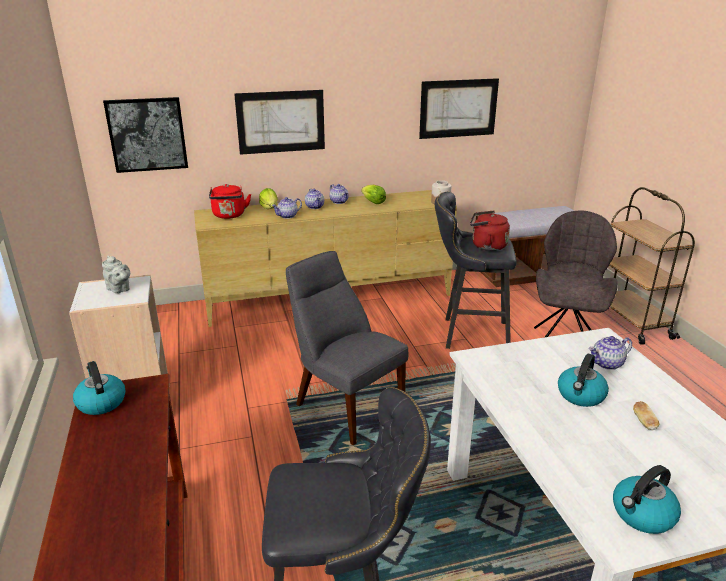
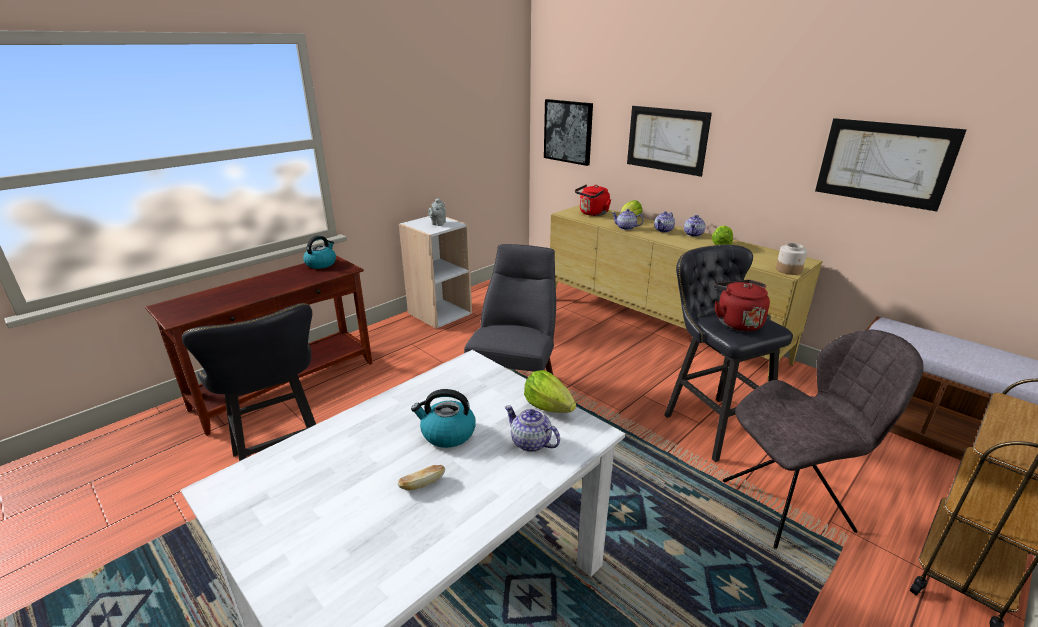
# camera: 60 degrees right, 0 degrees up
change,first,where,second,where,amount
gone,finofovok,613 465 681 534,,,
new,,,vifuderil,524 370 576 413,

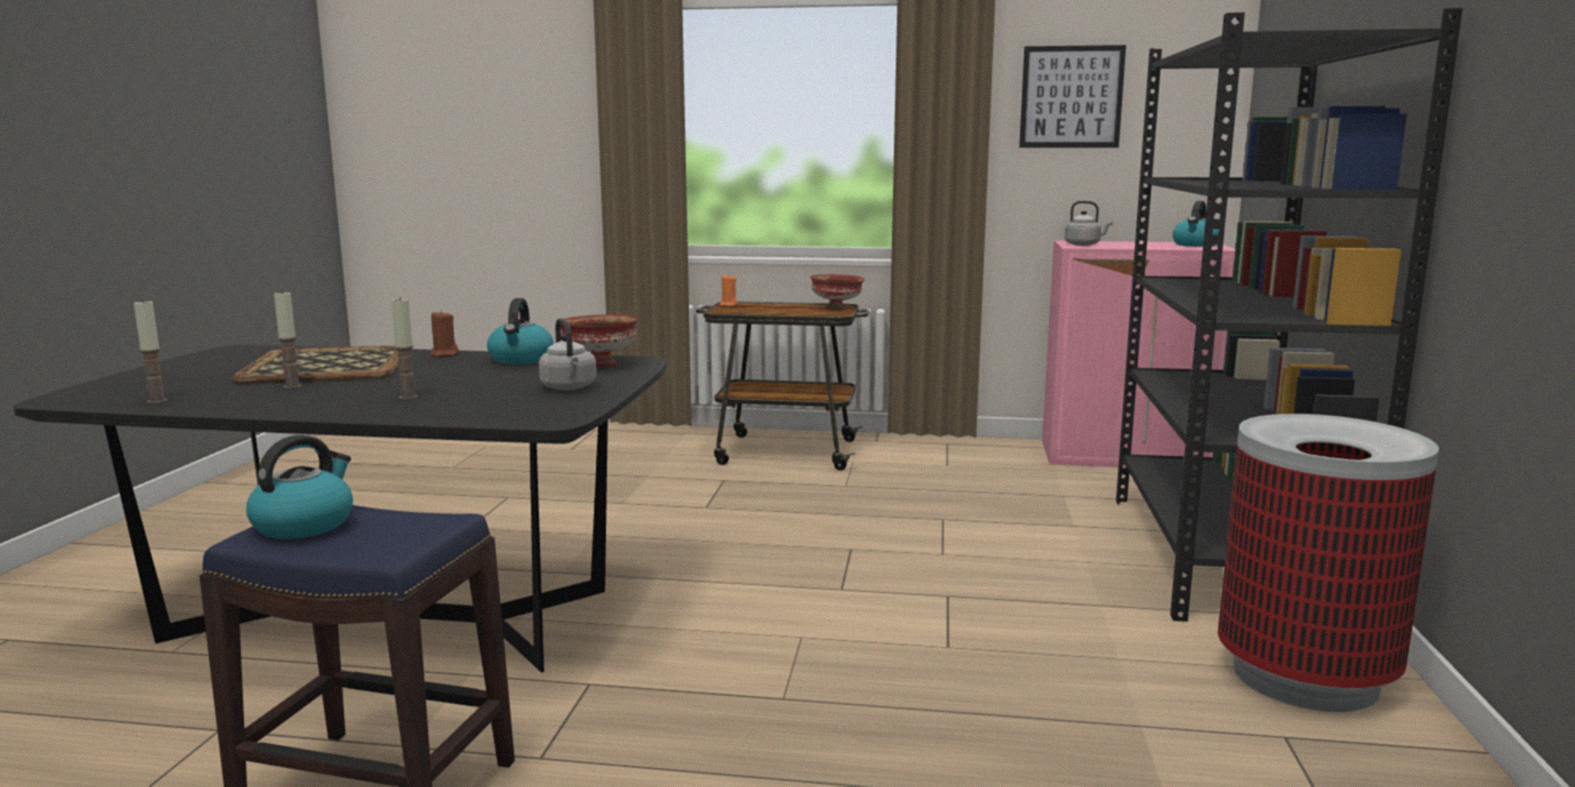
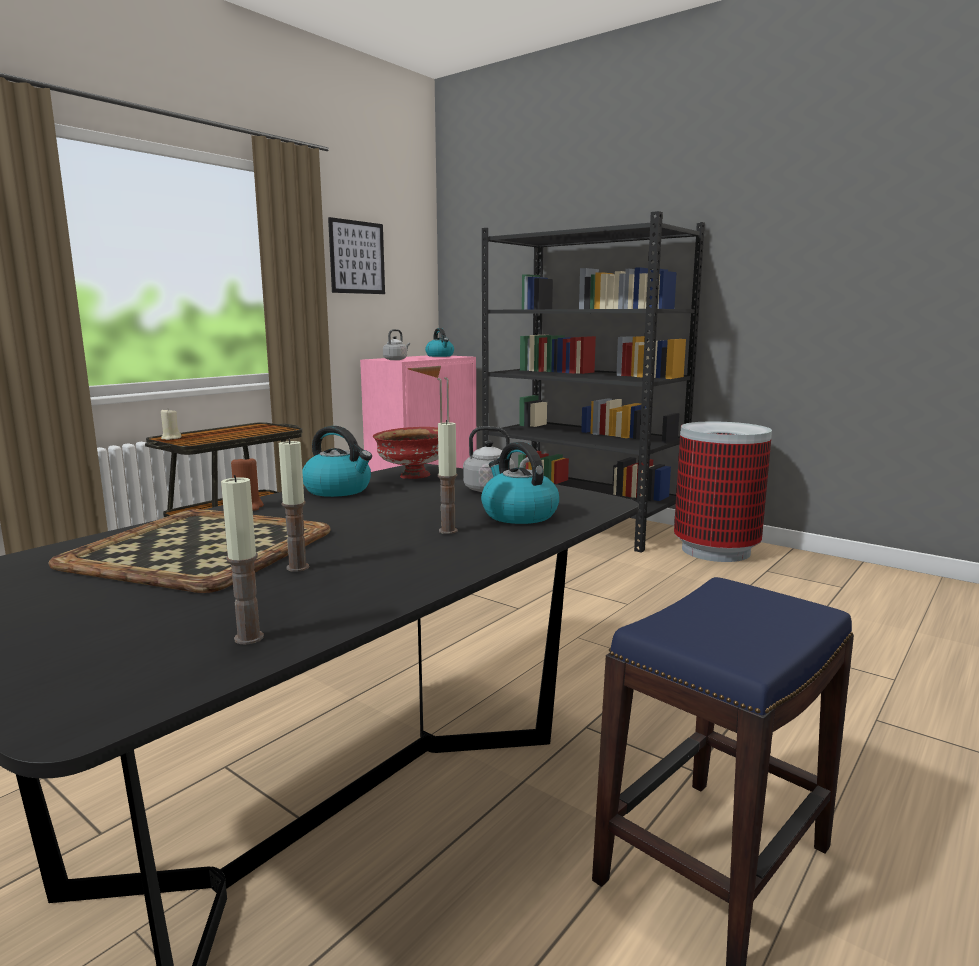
# camera: 60 degrees left, 0 degrees up
change,first,where,second,where,amount
gone,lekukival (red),810 274 865 310,,,
shifted,finofovok,246 435 353 539,,481 442 559 524,
repainted,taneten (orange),720 274 738 306,taneten (beige),161 409 181 440,

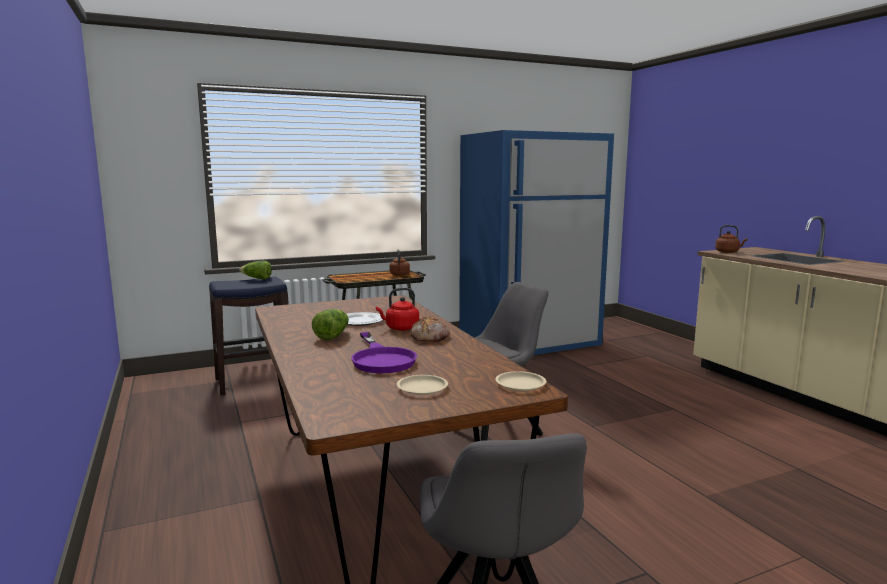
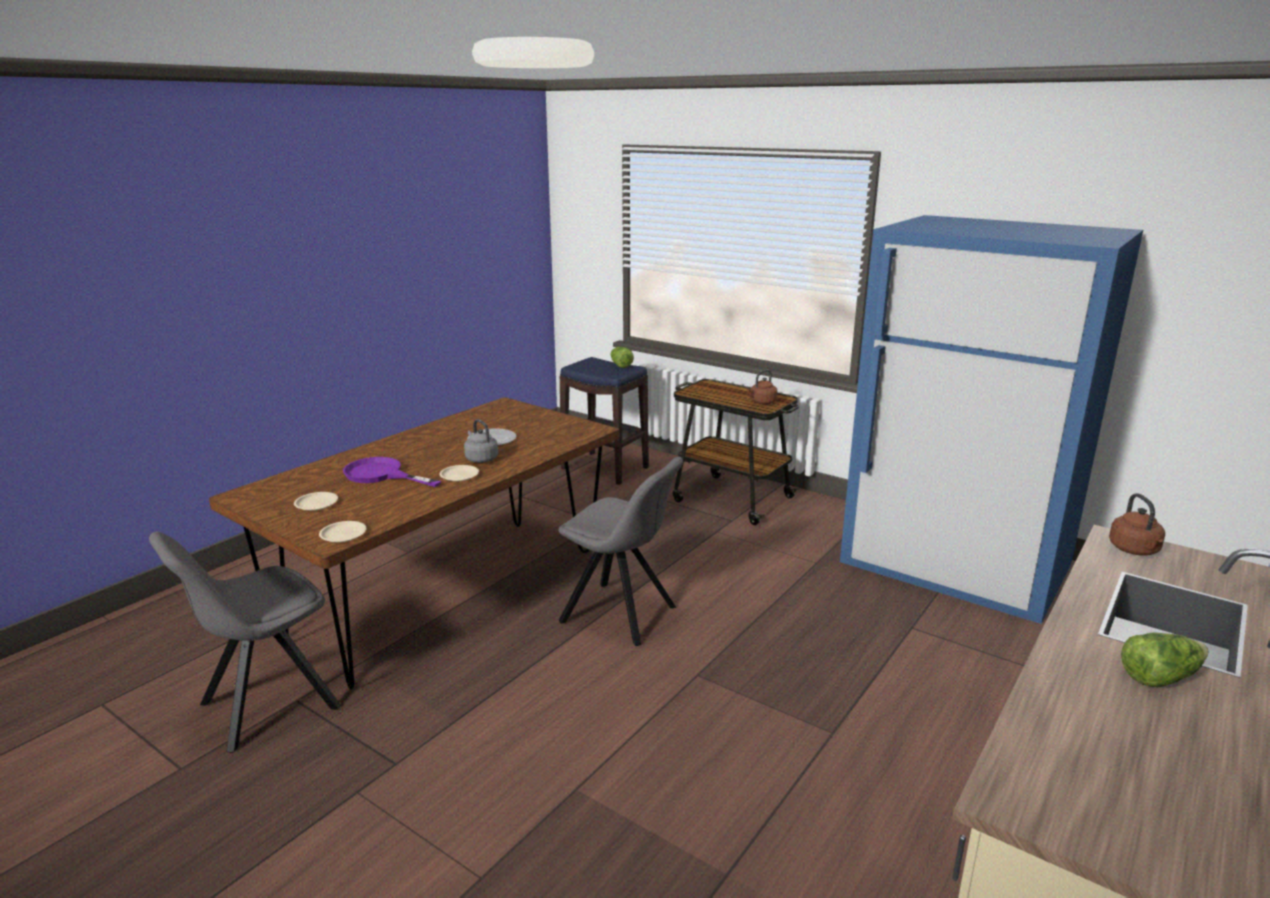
# camera: 60 degrees right, 10 degrees up
change,first,where,second,where,amount
shifted,vifuderil,312 309 349 340,,1121 632 1208 687,
swapped,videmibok,411 316 450 342,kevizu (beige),439 465 479 481,
repainted,finofovok (red),376 288 419 331,finofovok (grey),464 419 498 463,
rotated,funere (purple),351 332 417 373,,343 457 441 487,75 degrees clockwise

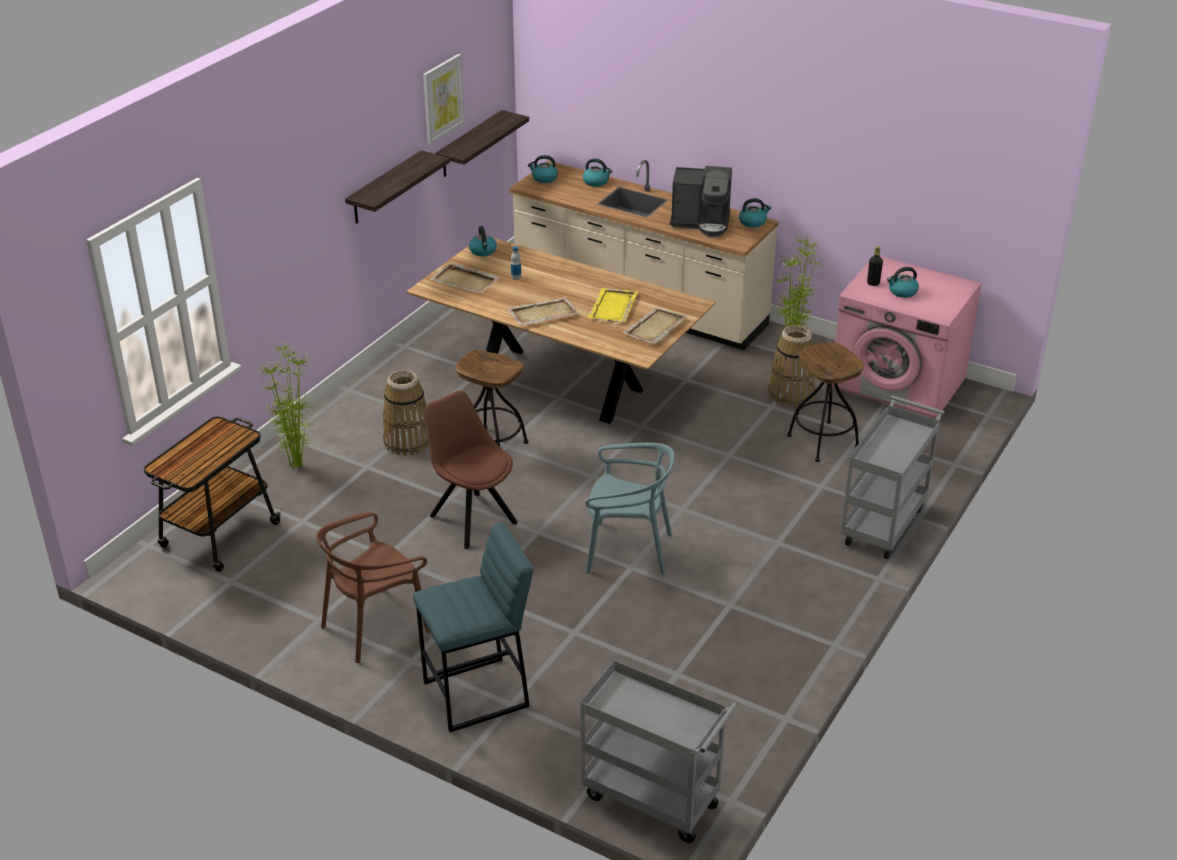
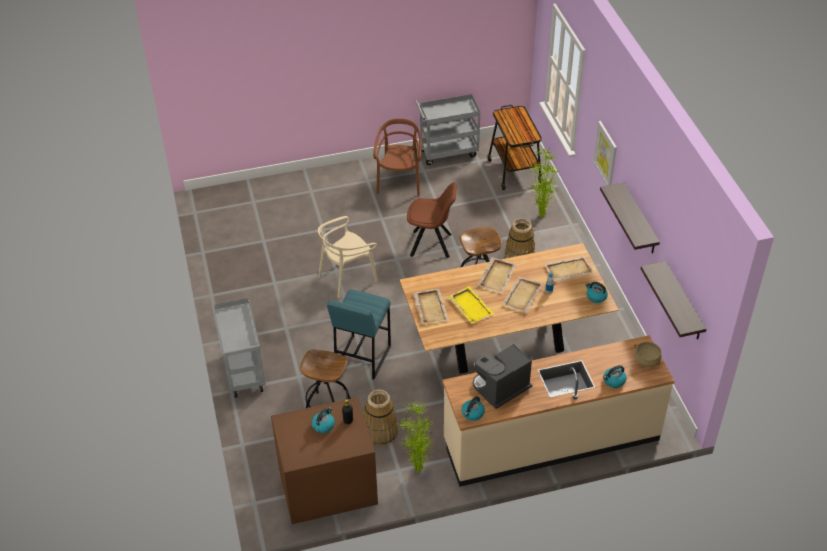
# camera: 135 degrees right, 10 degrees up
change,first,where,second,where,amount
new,,,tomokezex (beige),502 277 543 313,
shifted,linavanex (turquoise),413 523 533 732,,327 290 391 379,
shifted,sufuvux,423 54 465 145,,593 121 617 185,
shifted,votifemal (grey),580 661 738 843,,415 94 480 165,
swapped,finofovok,528 155 558 183,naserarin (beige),634 342 662 367,
repainted,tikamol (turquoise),585 443 675 575,tikamol (beige),318 216 378 298,
repainted,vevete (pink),832 256 982 419,vevete (brown),271 397 378 524,

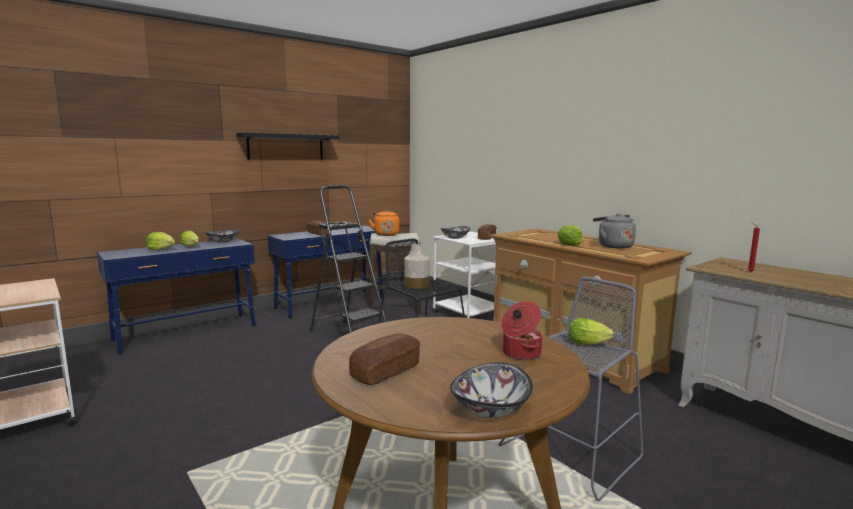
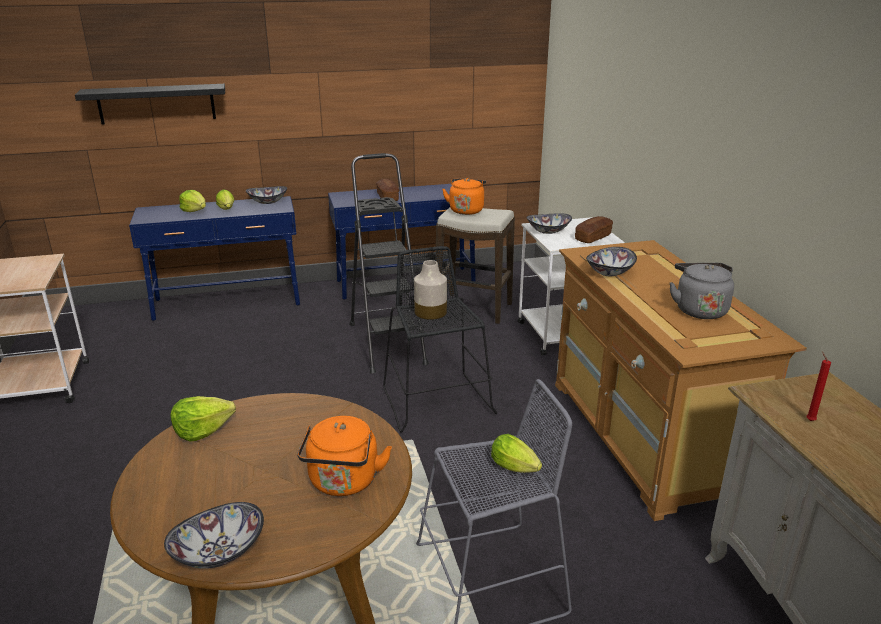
# camera: 25 degrees right, 15 degrees up
change,first,where,second,where,amount
gone,videmibok,349 334 420 385,,,
new,,,lekukival,586 247 637 276,
shifted,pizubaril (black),236 132 340 160,,75 84 225 125,
shifted,vifuderil,557 225 582 246,,170 396 236 442,
swapped,naserarin,501 301 542 360,finofovok (orange),297 416 392 496,

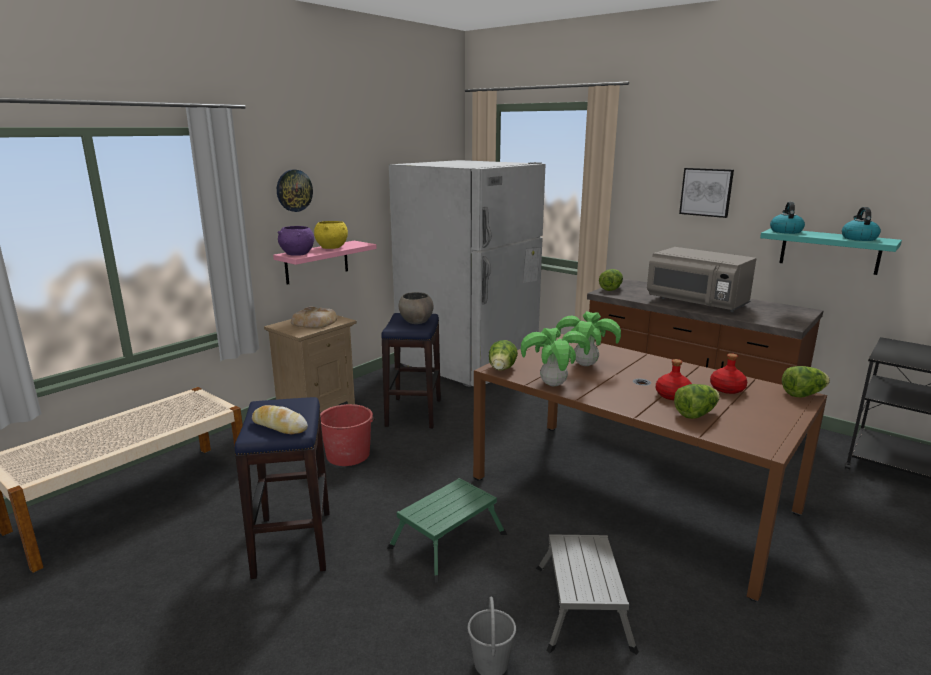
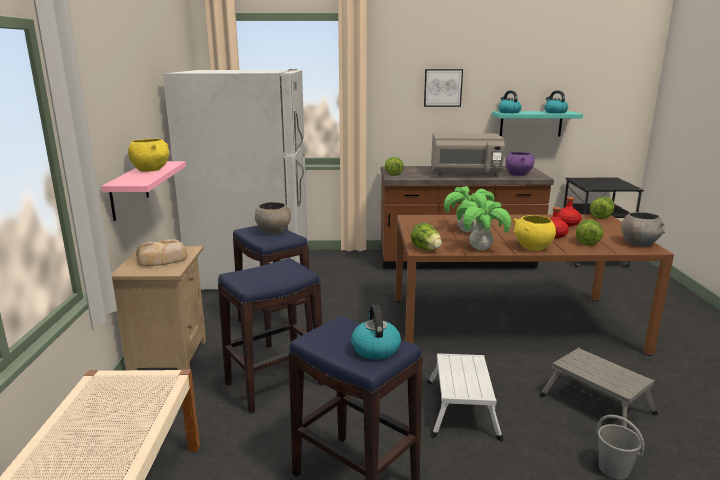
# camera: 40 degrees left, 0 degrees up
change,first,where,second,where,amount
gone,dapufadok,277 170 313 212,,,
new,,,lekukival (yellow),513 215 556 251,
new,,,lekukival (grey),621 212 665 247,
shifted,lekukival (purple),278 226 314 256,,505 152 534 176,
swapped,videmibok,252 405 308 434,finofovok,351 304 401 359,
swapped,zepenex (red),320 404 375 466,linavanex,218 258 323 413,
repainted,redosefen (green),387 478 507 583,redosefen (white),427 353 504 442,

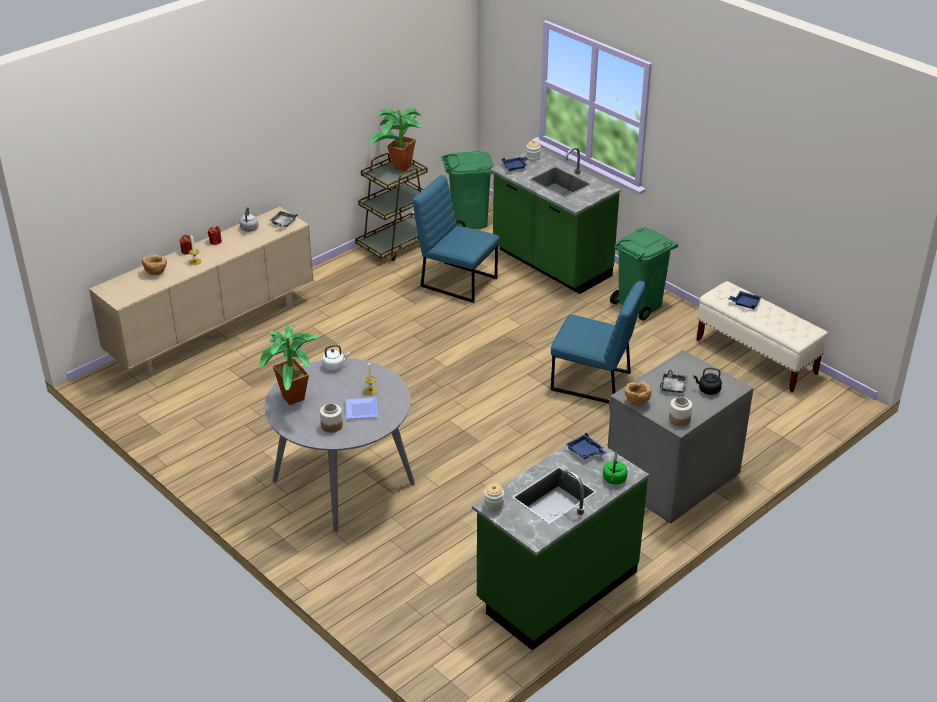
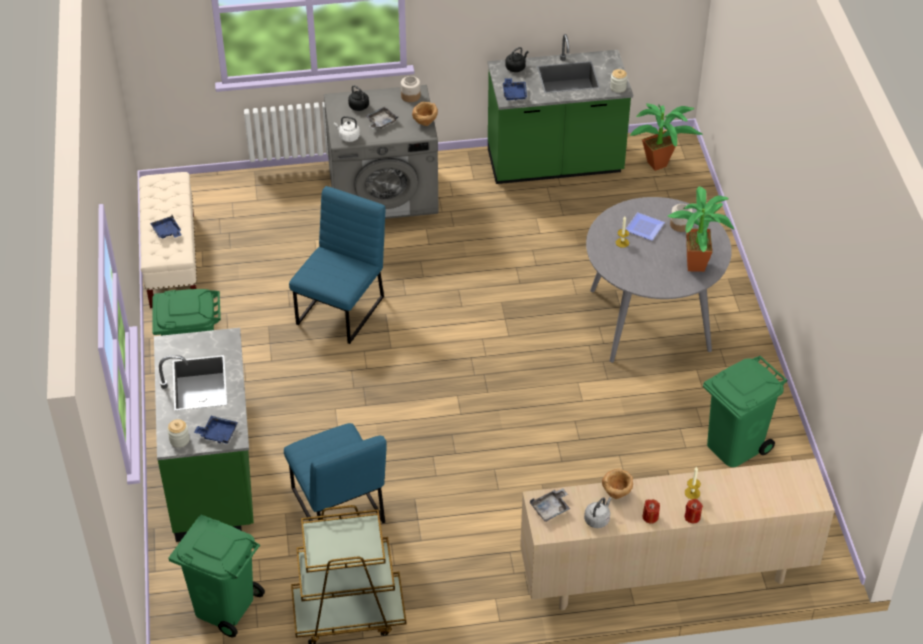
# camera: 145 degrees left, 10 degrees up
change,first,where,second,where,amount
new,,,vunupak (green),703 356 788 467,
shifted,lekukival (brown),142 254 167 275,,602 469 633 499,
shifted,finofovok (white),322 345 350 370,,334 116 360 142,
shifted,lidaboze,368 108 424 171,,630 103 702 171,
repainted,finofovok (green),603 453 628 484,finofovok (black),506 47 528 72,
rotated,tikamol (blue),551 281 645 403,,289 186 385 344,60 degrees clockwise

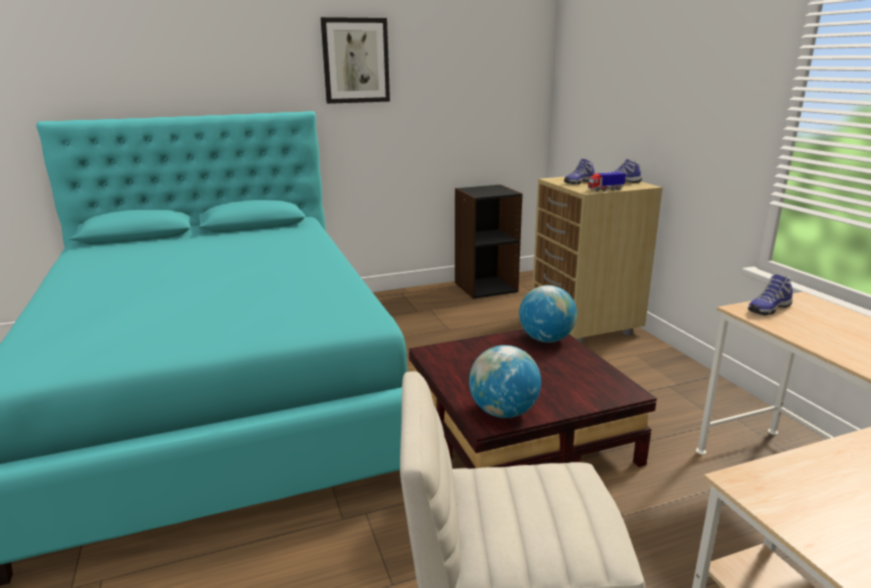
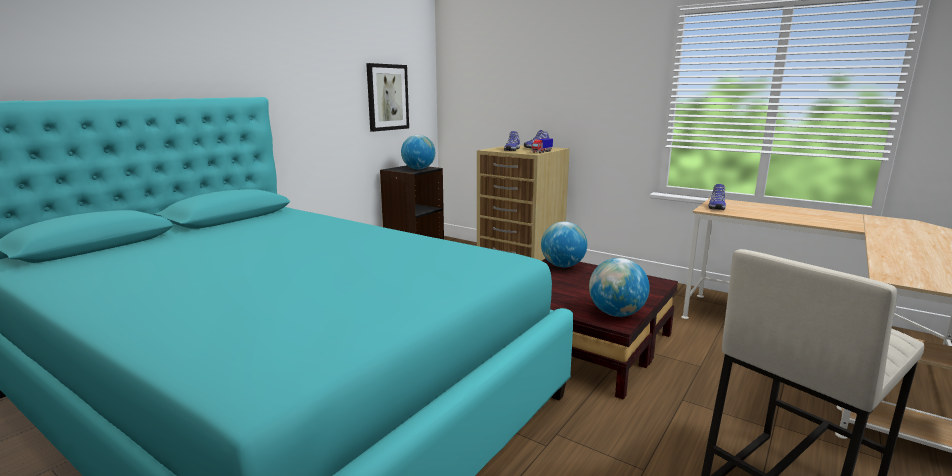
# camera: 35 degrees left, 5 degrees down
change,first,where,second,where,amount
new,,,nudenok,401 135 435 170,
shifted,sufuvux,321 17 390 104,,366 63 409 132,

